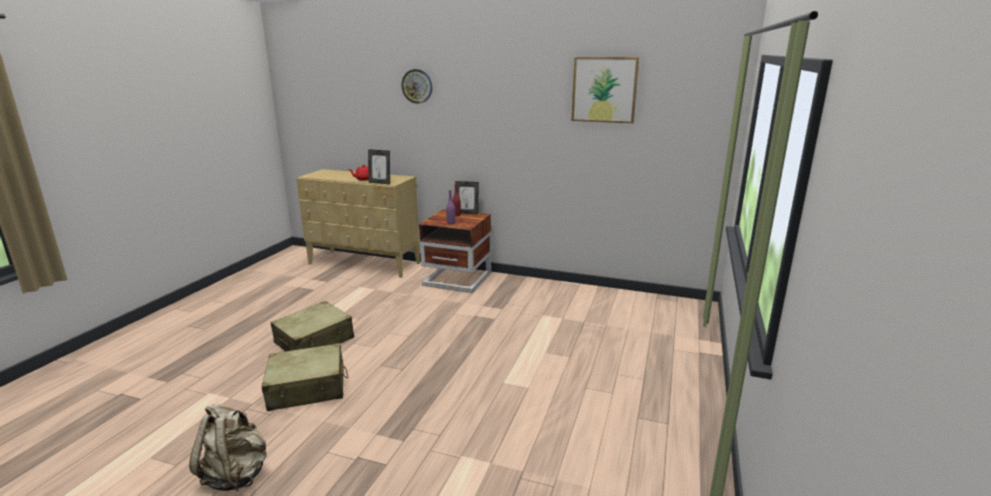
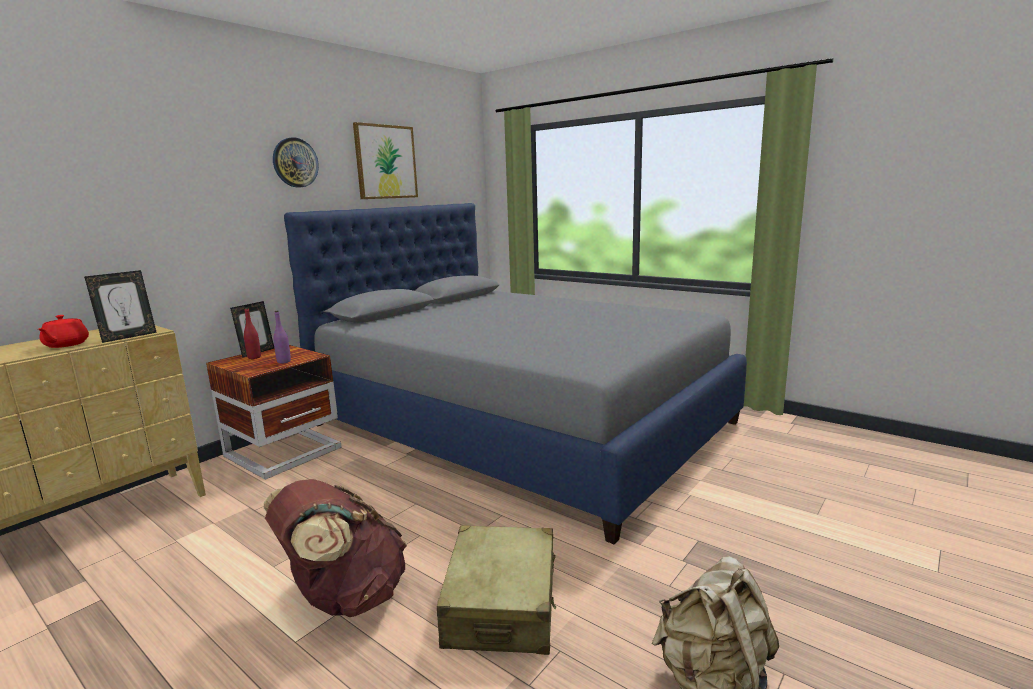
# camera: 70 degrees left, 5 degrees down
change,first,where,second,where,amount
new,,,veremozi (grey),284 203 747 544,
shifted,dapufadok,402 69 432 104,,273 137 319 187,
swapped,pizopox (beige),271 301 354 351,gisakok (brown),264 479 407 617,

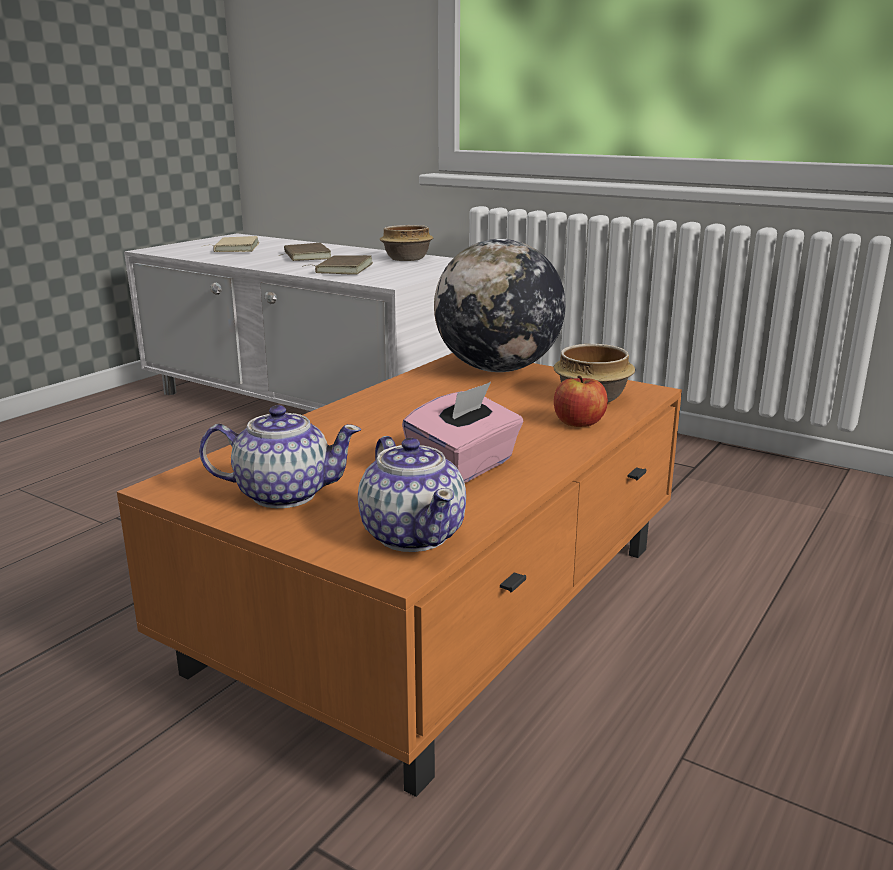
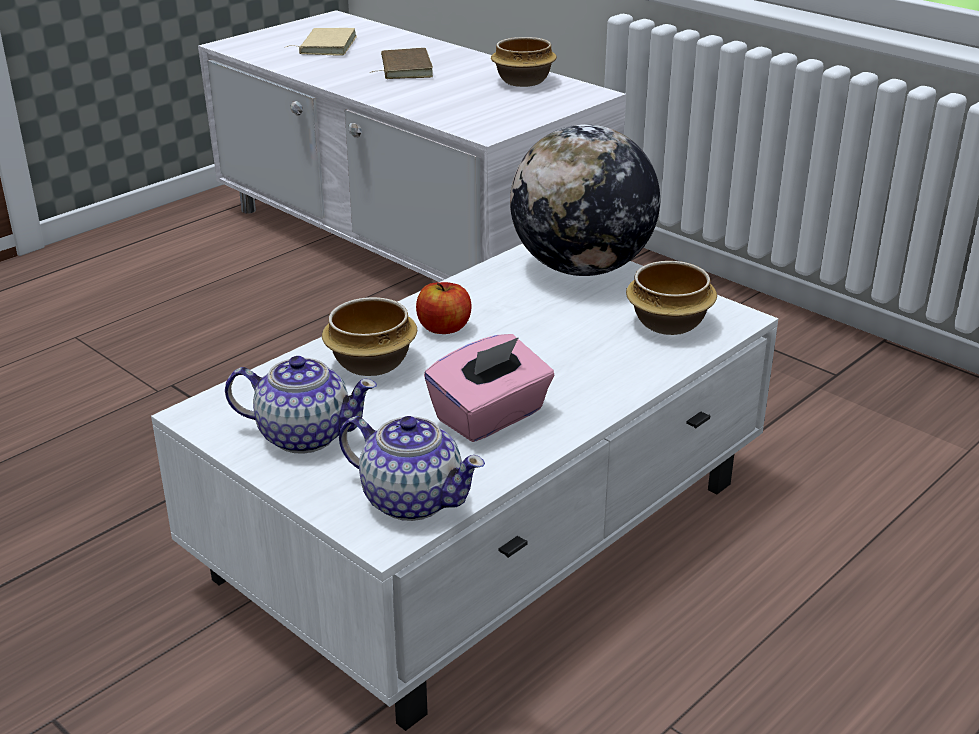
# camera: 10 degrees right, 10 degrees up
change,first,where,second,where,amount
gone,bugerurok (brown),302 255 373 275,,,
new,,,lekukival,322 297 417 376,
shifted,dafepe,554 376 608 427,,416 282 471 334,
repainted,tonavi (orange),117 353 682 797,tonavi (white),151 244 778 731,
rotated,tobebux,358 436 466 552,,339 416 485 521,45 degrees counterclockwise

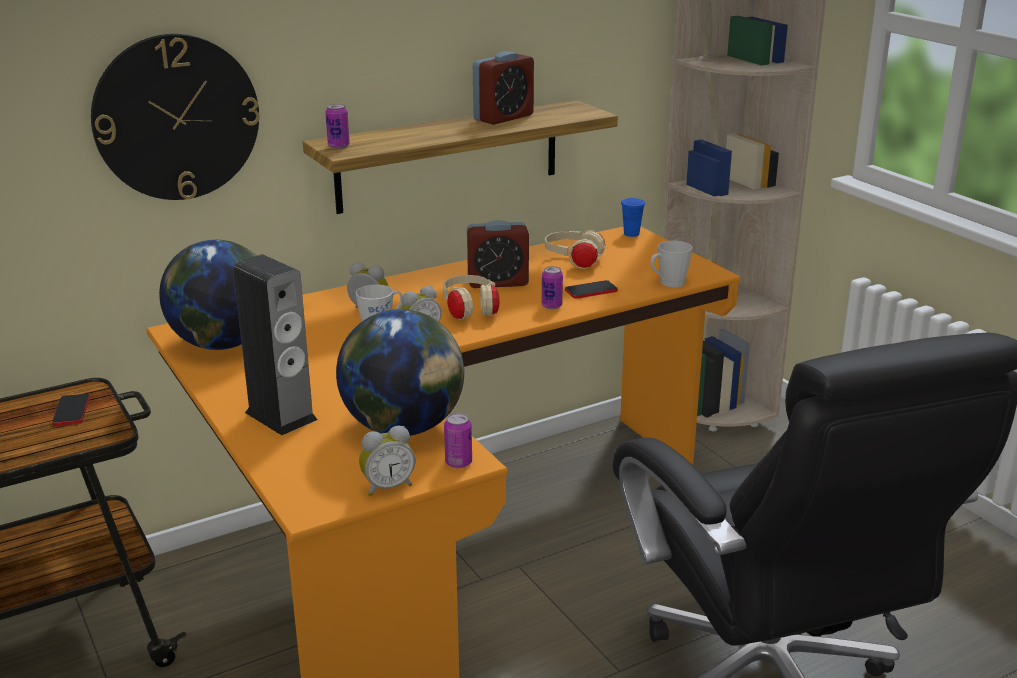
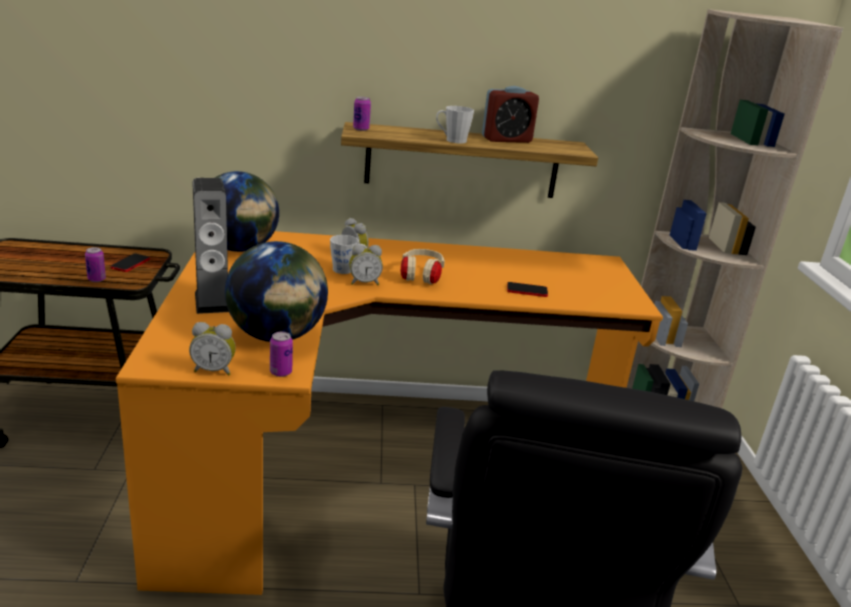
# camera: 25 degrees right, 0 degrees up
change,first,where,second,where,amount
gone,dapufadok,91 34 260 200,,,
gone,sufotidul,467 220 529 288,,,
gone,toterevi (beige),545 230 608 269,,,
gone,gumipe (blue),621 198 645 237,,,
shifted,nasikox,542 266 563 309,,85 247 106 282,
shifted,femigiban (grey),651 241 693 287,,436 106 474 143,

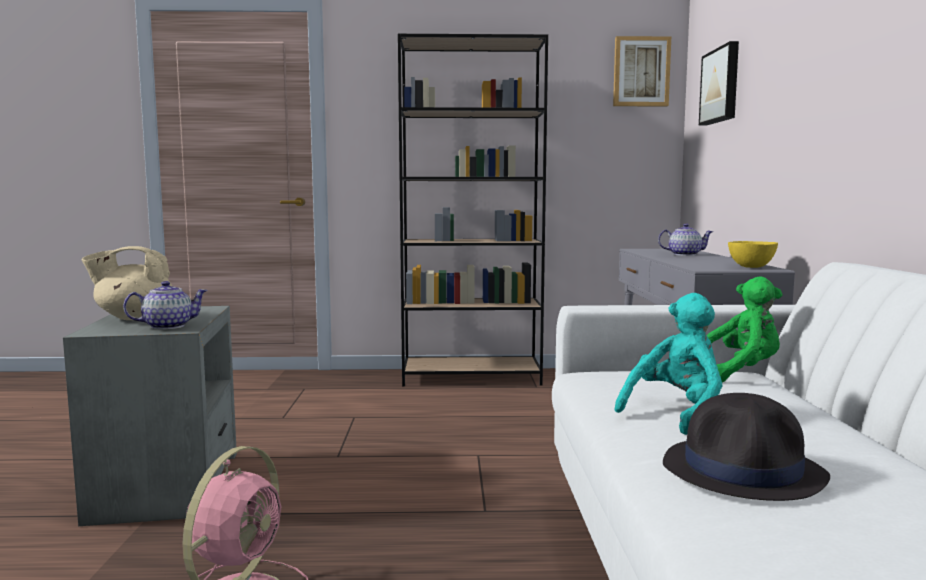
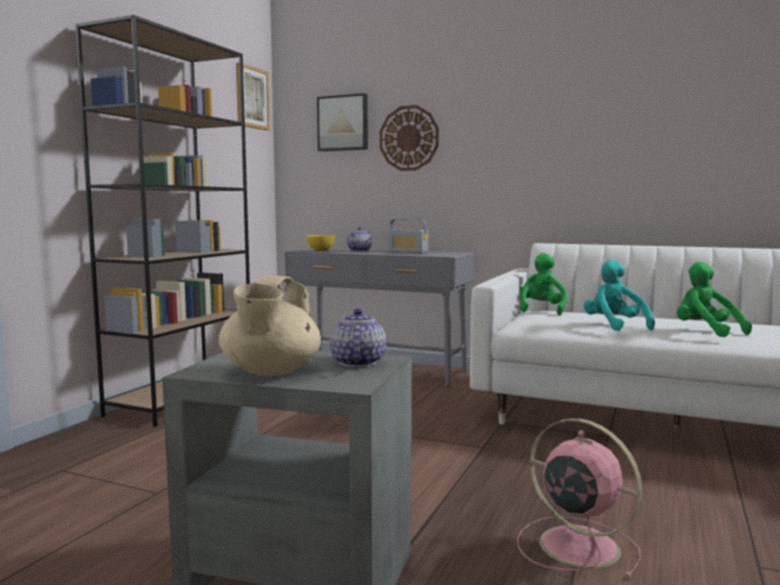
# camera: 65 degrees left, 0 degrees up
change,first,where,second,where,amount
new,,,dapufadok,380 105 439 171,
new,,,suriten,389 219 428 253,
shifted,lekukival (yellow),728 241 778 268,,306 235 335 251,
swapped,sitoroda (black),663 393 830 501,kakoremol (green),677 262 752 337,

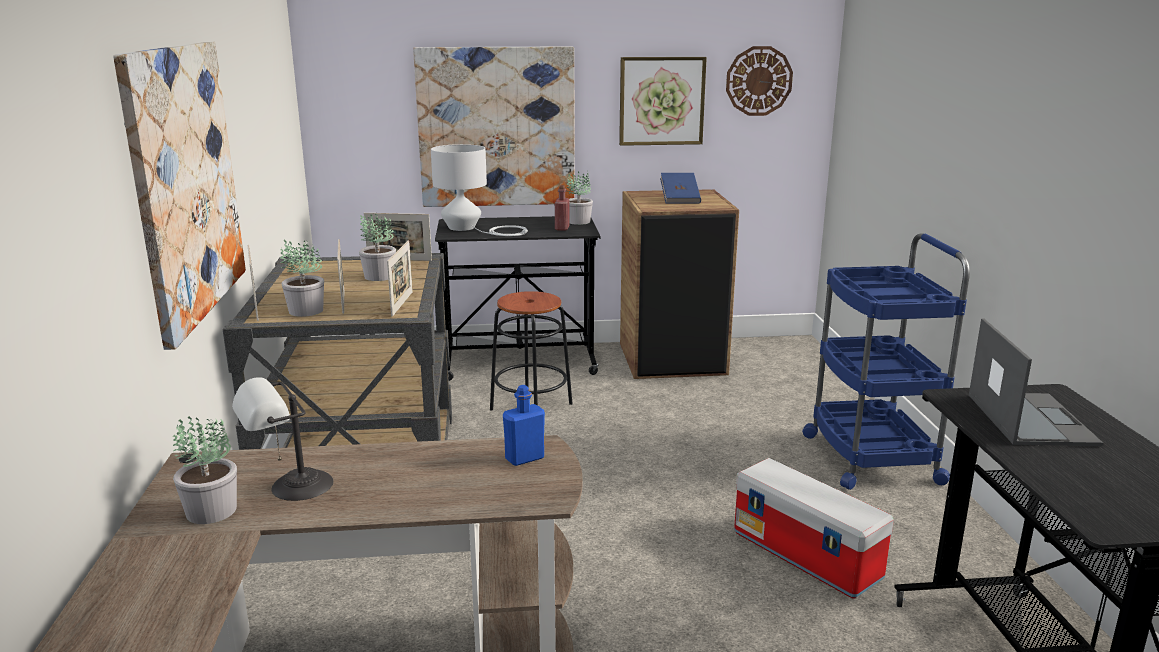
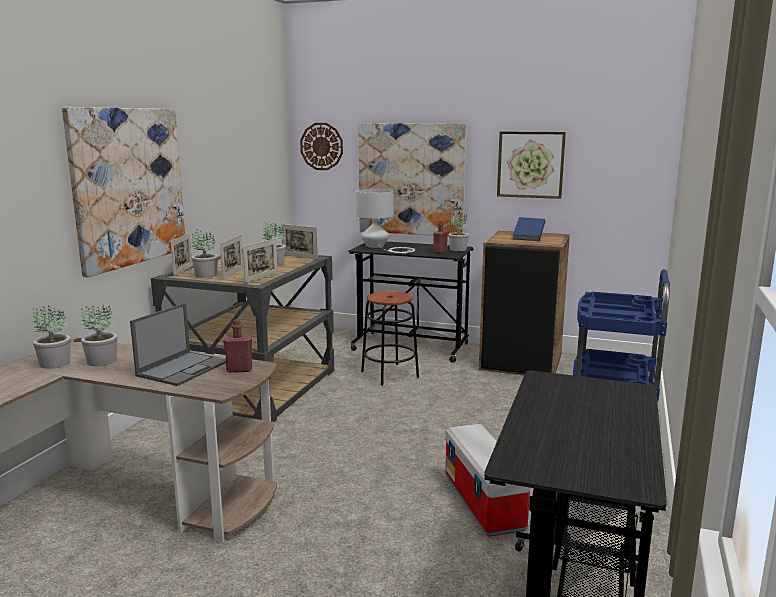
# camera: 25 degrees right, 5 degrees down
change,first,where,second,where,amount
shifted,dapufadok,726 46 793 116,,300 123 343 170,
shifted,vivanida,969 318 1103 446,,130 303 226 386,
swapped,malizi,232 377 334 501,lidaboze,81 305 117 366,
repainted,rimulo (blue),503 385 545 466,rimulo (red),223 319 252 373,

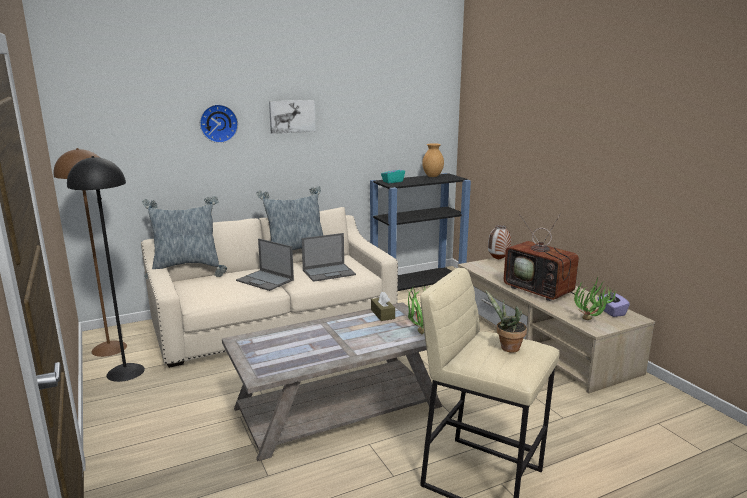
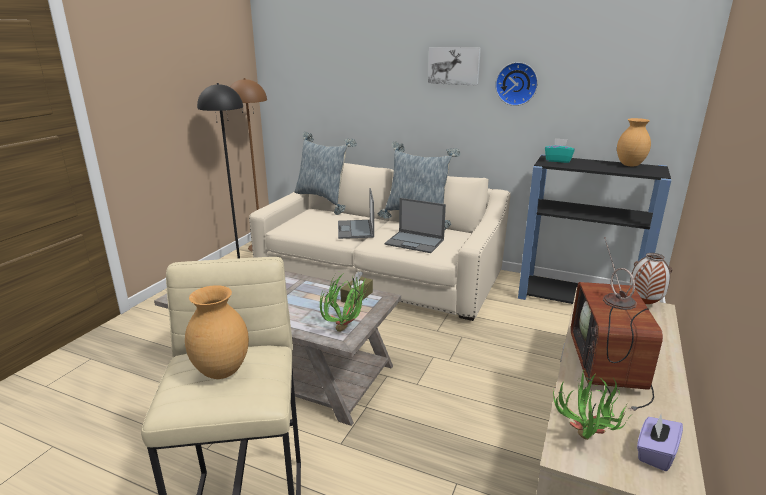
# camera: 50 degrees right, 5 degrees up
change,first,where,second,where,amount
shifted,dapufadok,200 104 238 143,,495 62 538 106,
swapped,lidaboze,485 290 527 353,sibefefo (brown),185 285 249 379,

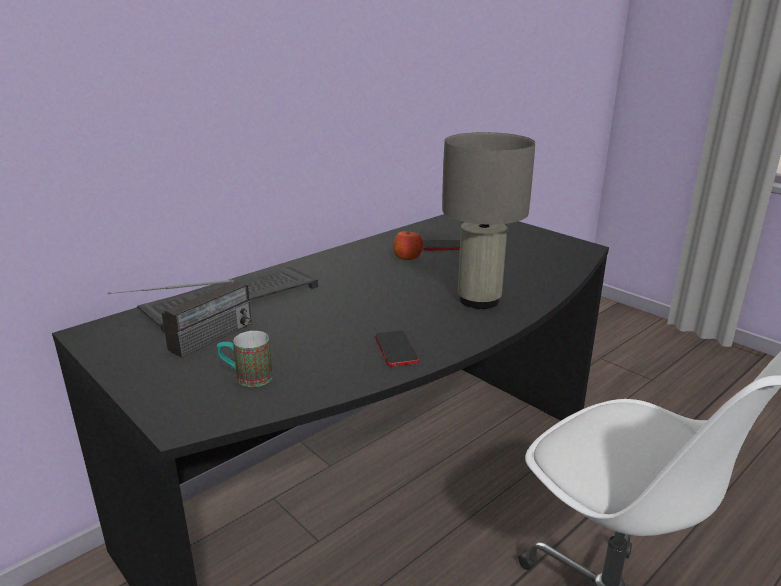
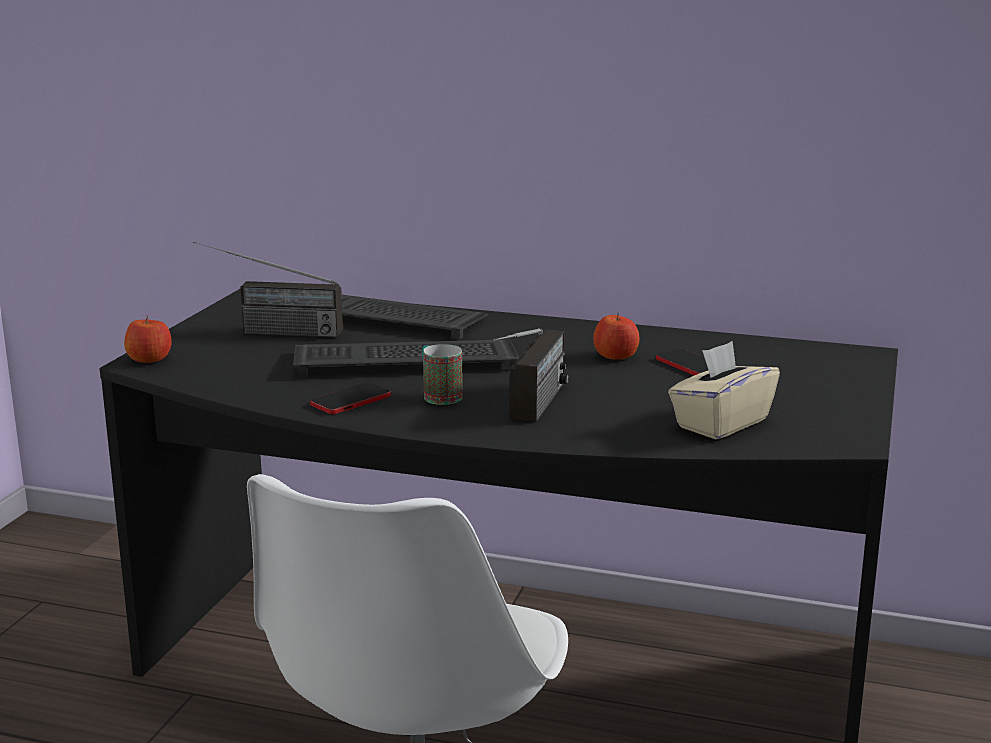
# camera: 60 degrees right, 5 degrees down
change,first,where,second,where,amount
new,,,dafepe,124 315 172 363,
new,,,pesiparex,293 339 519 377,
new,,,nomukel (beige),668 341 780 439,
shifted,femigiban,217 331 273 387,,422 344 463 405,
swapped,malizi (grey),442 132 535 309,suriten,493 328 569 422,

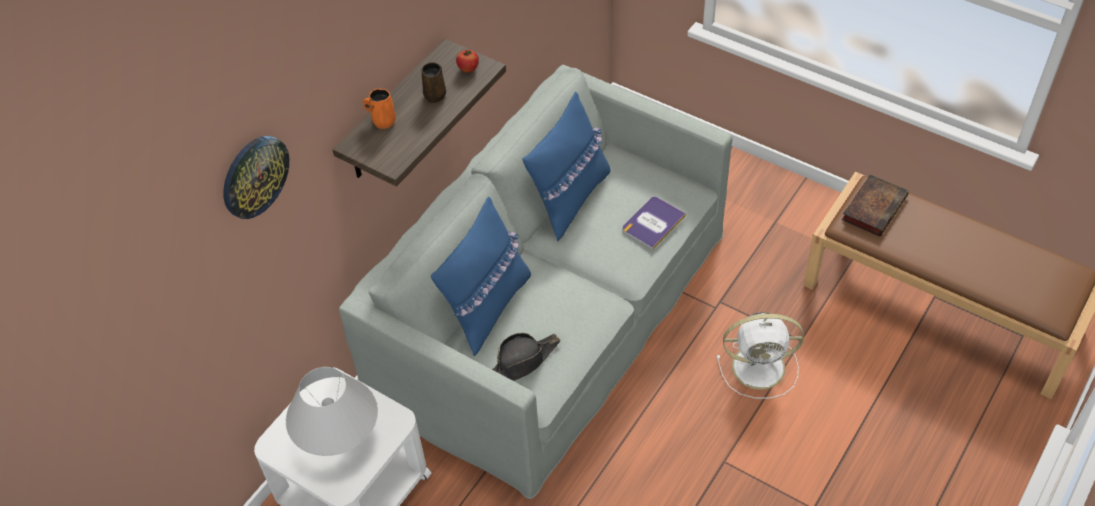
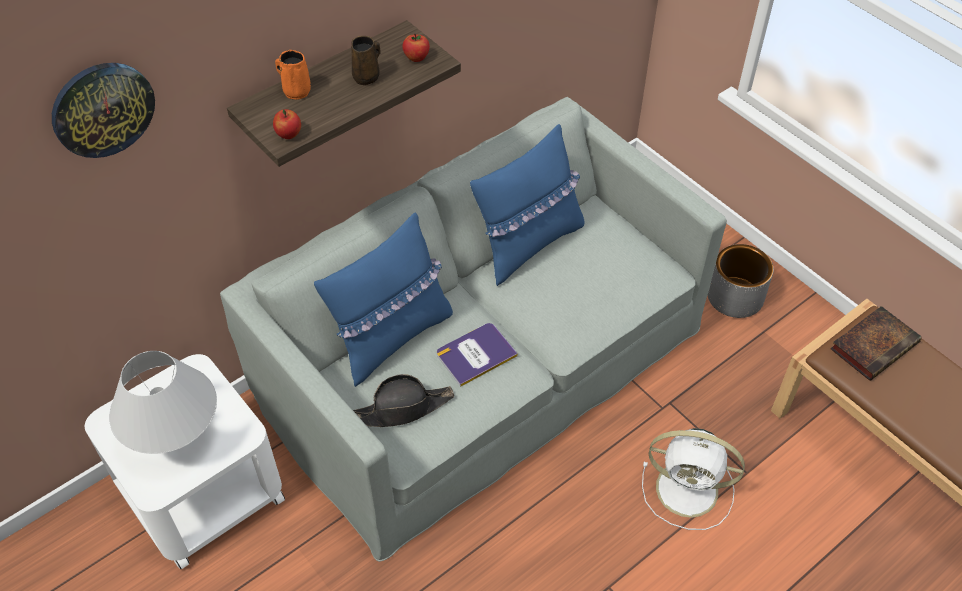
# camera: 15 degrees right, 0 degrees up
change,first,where,second,where,amount
new,,,dafepe,273 109 301 139,
new,,,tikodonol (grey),708 244 774 318,
shifted,bugerurok,622 197 686 250,,437 323 518 387,

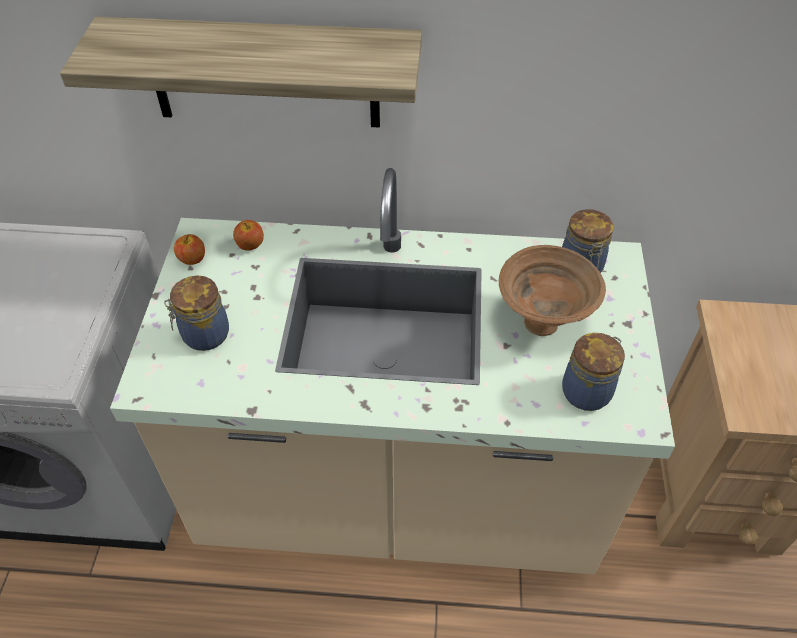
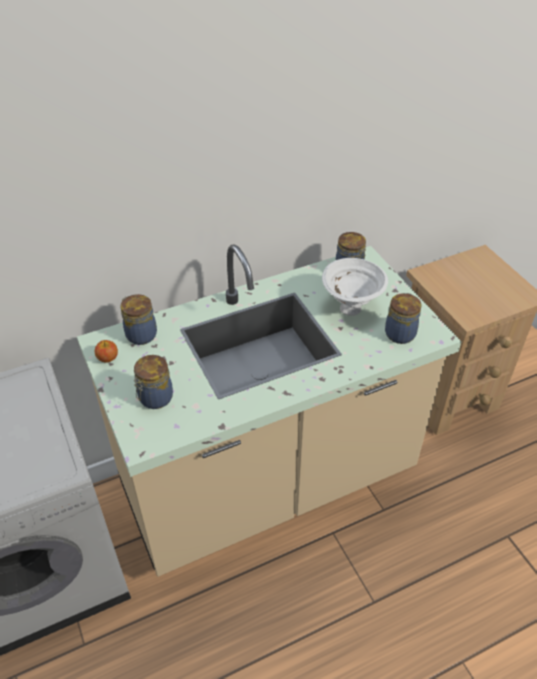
# camera: 30 degrees left, 5 degrees down
change,first,where,second,where,amount
gone,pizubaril,60 17 422 128,,,
swapped,dafepe,233 220 264 251,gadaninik,120 294 157 345,
repainted,lekukival (brown),499 245 606 336,lekukival (white),322 258 388 316,

